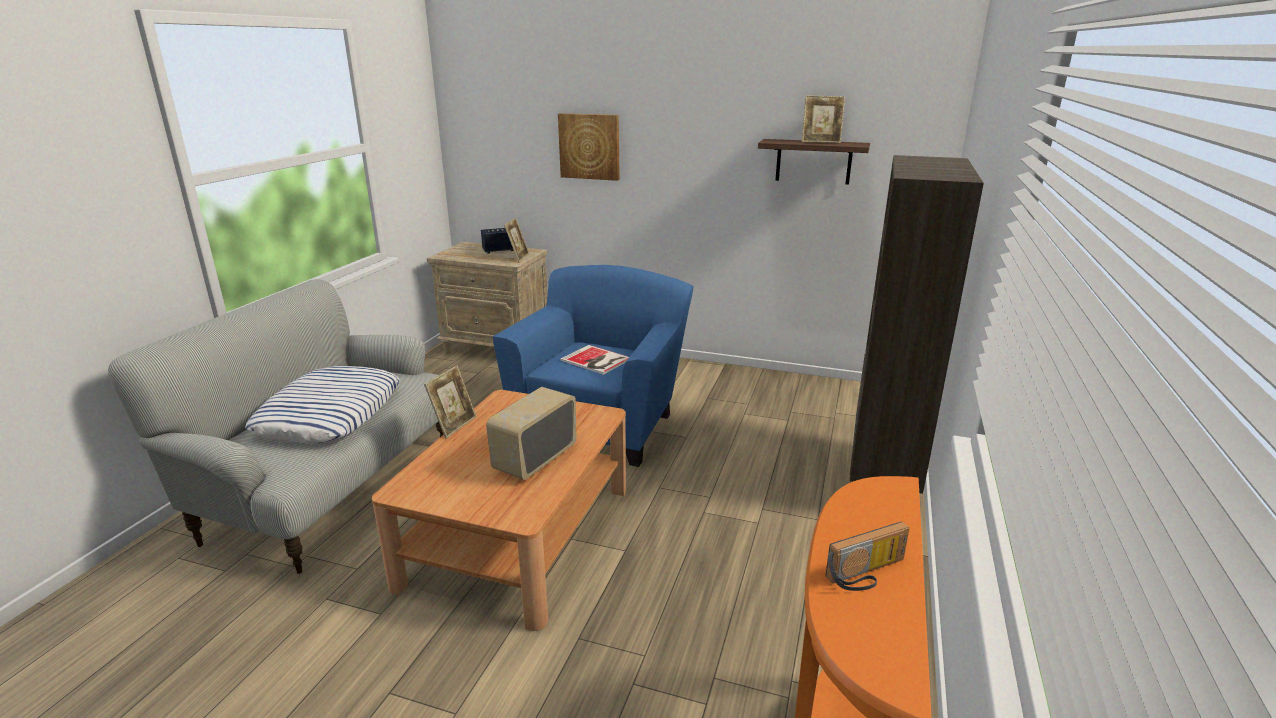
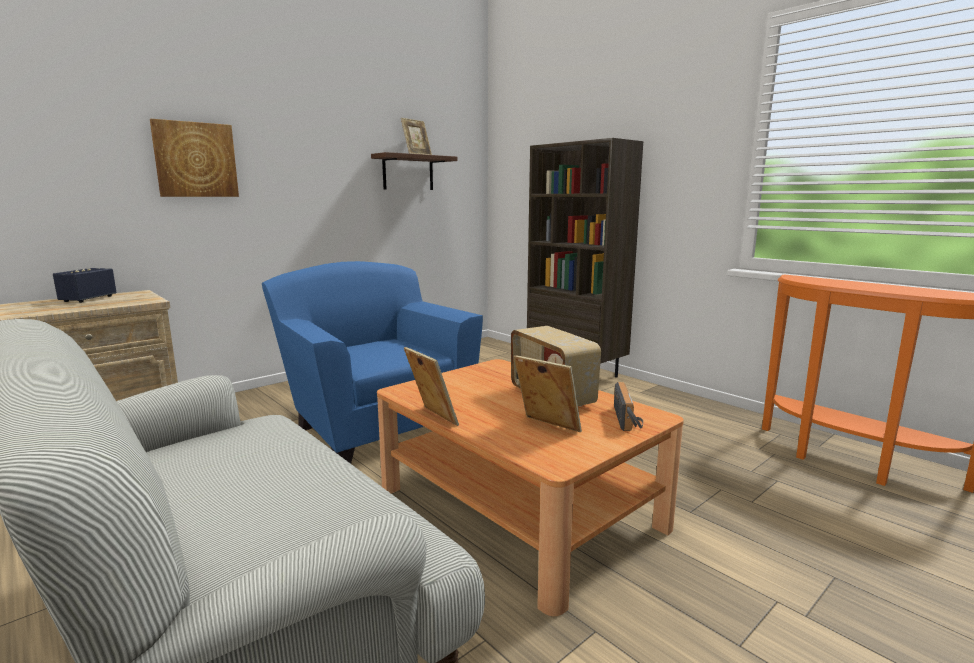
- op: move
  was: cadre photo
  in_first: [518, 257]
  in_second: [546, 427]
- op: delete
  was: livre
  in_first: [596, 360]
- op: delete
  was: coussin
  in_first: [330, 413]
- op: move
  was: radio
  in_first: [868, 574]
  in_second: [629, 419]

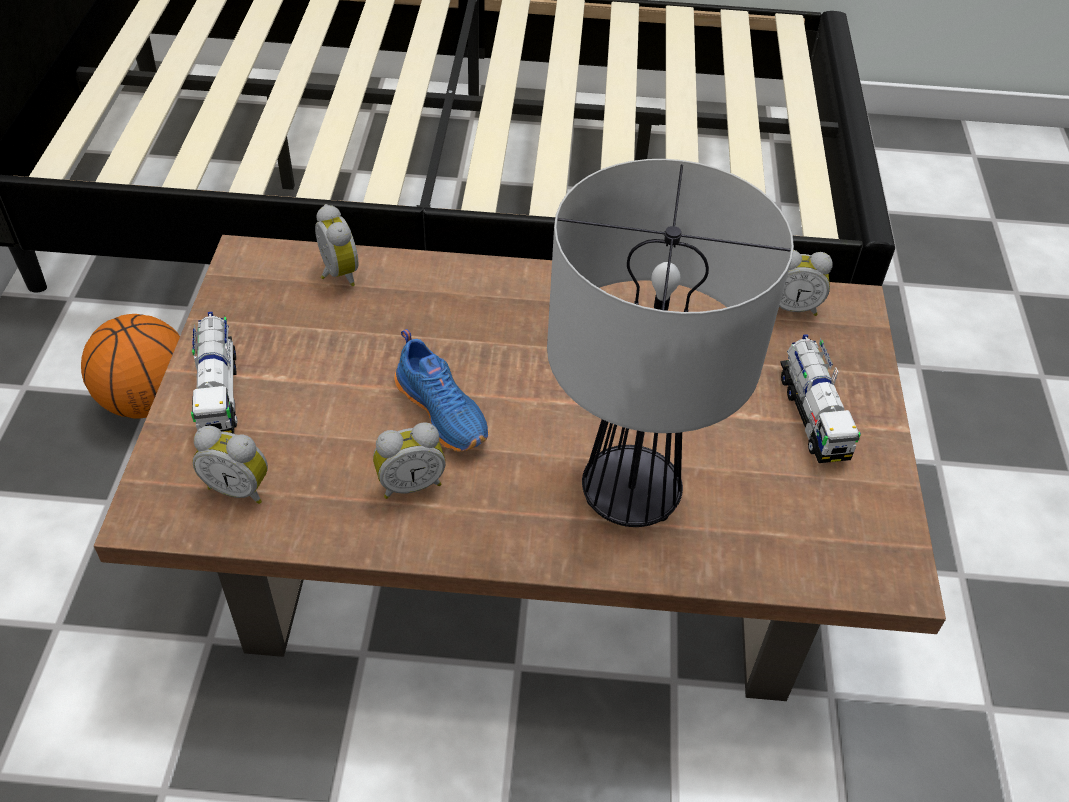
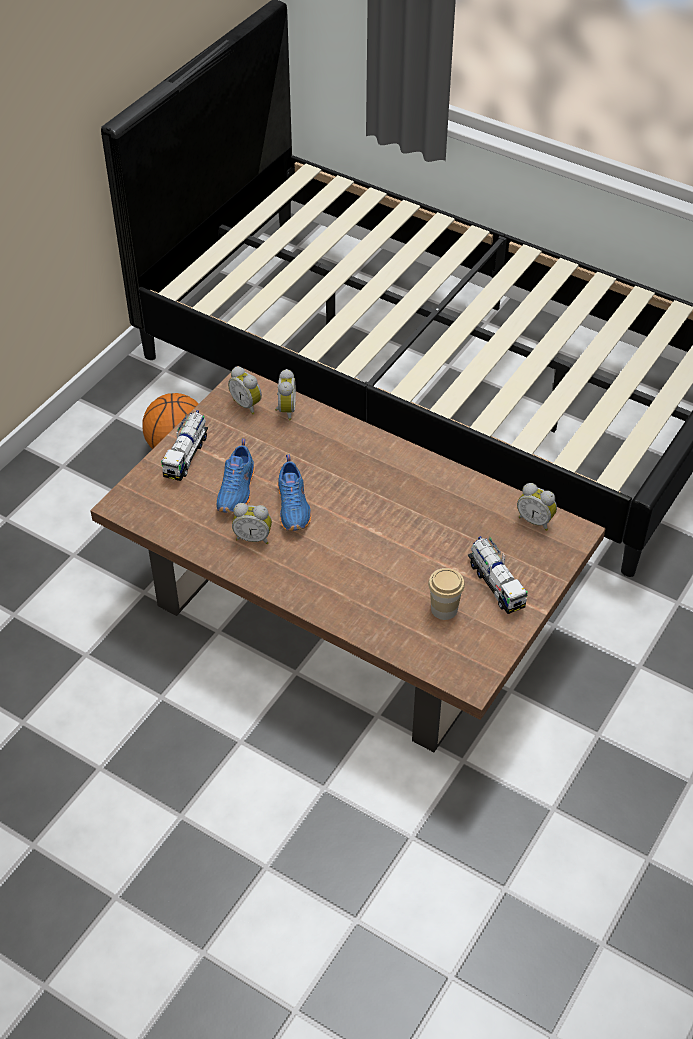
- op: delete
  was: lampe de table
  in_first: [629, 496]
- op: rotate
  was: camion jouet
  in_first: [812, 415]
  in_second: [496, 584]
  clockwise: -45
- op: move
  was: réveil
  in_first: [239, 487]
  in_second: [247, 404]
- op: insert
  now: chaussure [bleu]
  in_second: [237, 490]
- op: insert
  now: tasse
  in_second: [444, 609]

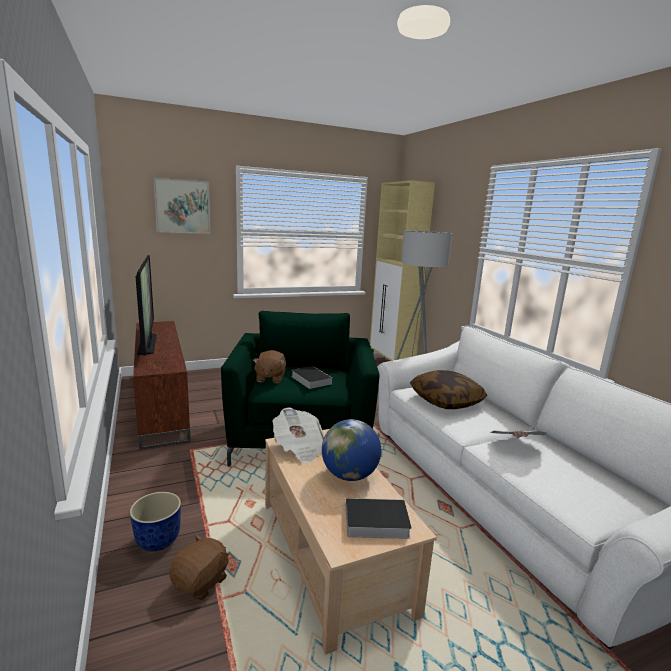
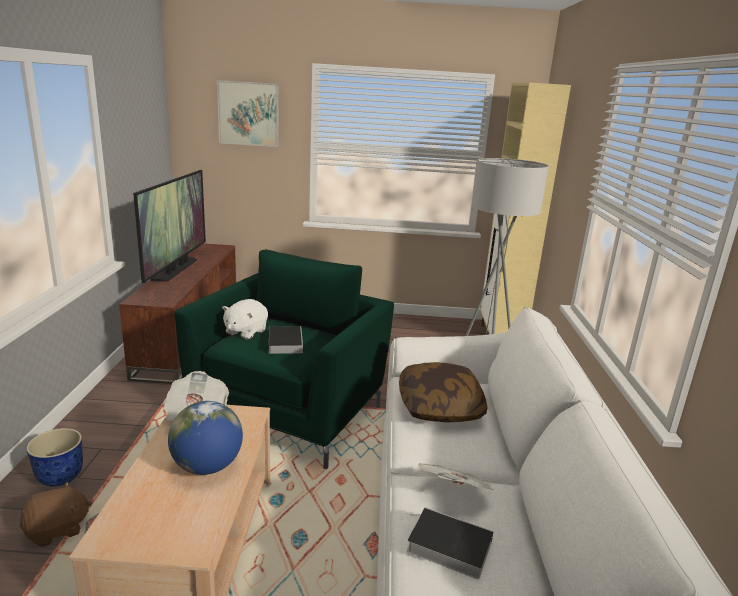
- op: recolor
  was: peluche [marron]
  now: peluche [blanc]
  in_first: [270, 378]
  in_second: [245, 332]
- op: move
  was: livre
  in_first: [374, 522]
  in_second: [446, 546]

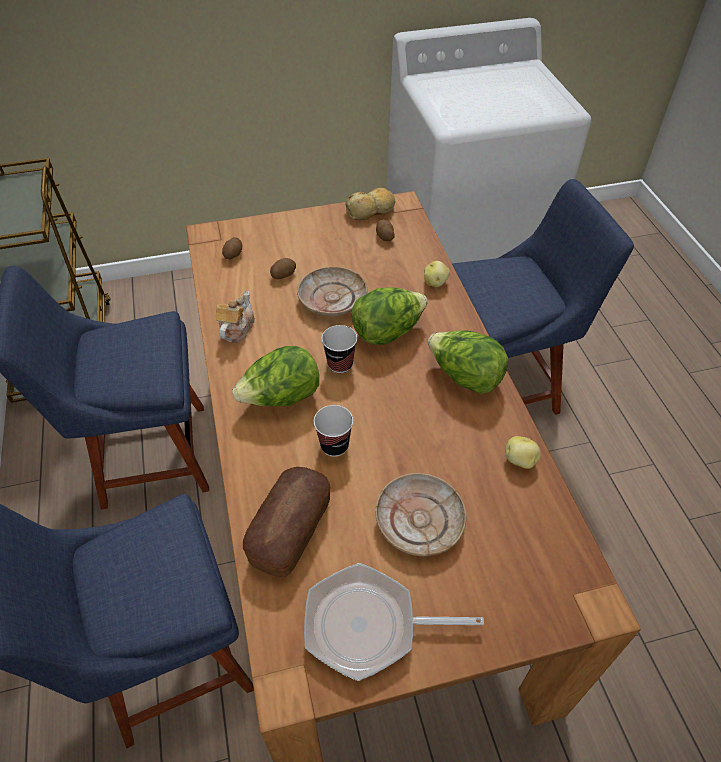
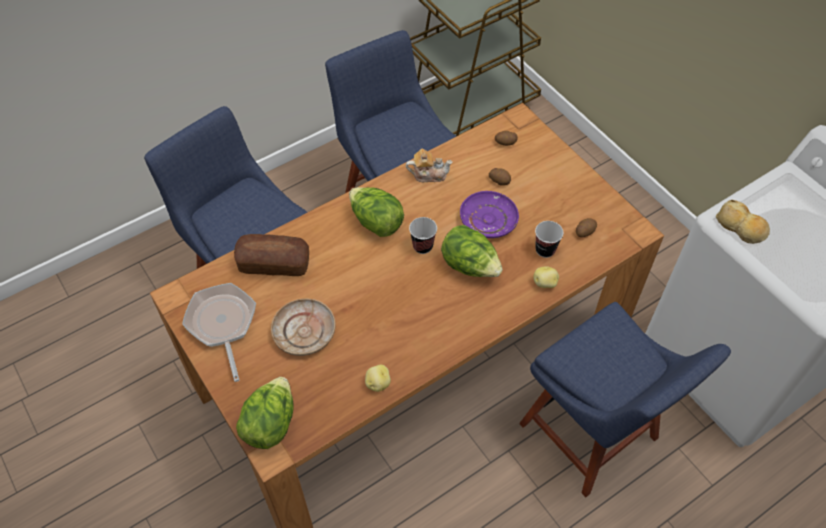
- op: move
  was: pain
  in_first: [371, 210]
  in_second: [741, 228]
- op: recolor
  was: assiette [beige]
  now: assiette [violet]
  in_first: [332, 299]
  in_second: [488, 220]
- op: move
  was: laitue
  in_first: [464, 377]
  in_second: [270, 424]
- op: move
  was: tasse
  in_first: [334, 445]
  in_second: [545, 250]

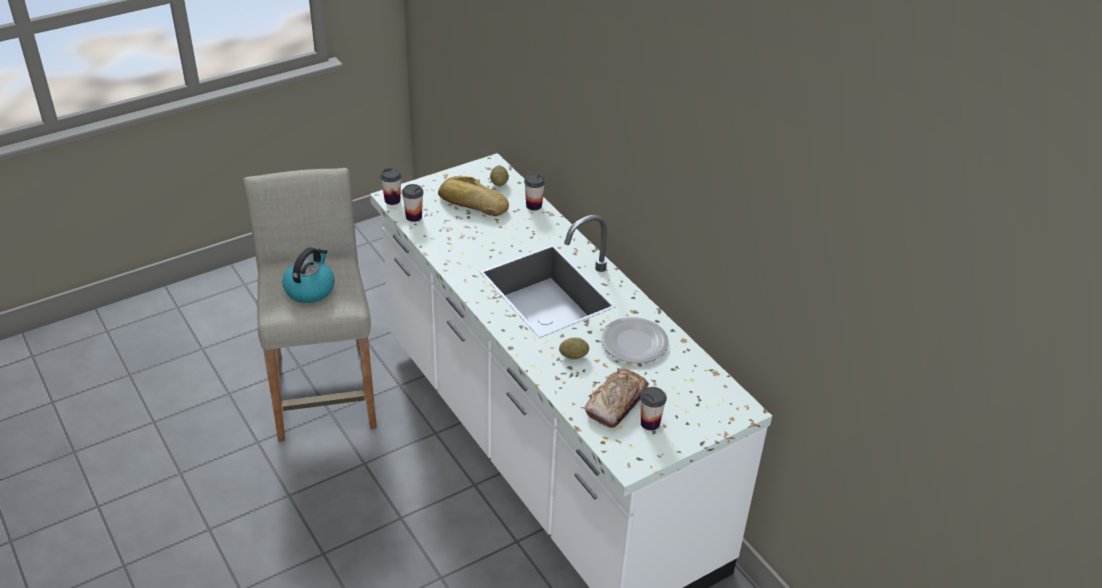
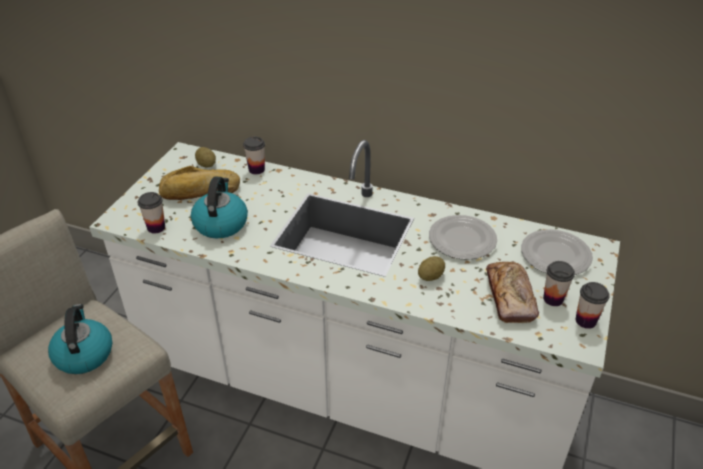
- op: move
  was: tasse
  in_first: [392, 200]
  in_second: [585, 321]
- op: insert
  now: bouilloire
  in_second: [220, 223]
- op: insert
  now: assiette
  in_second: [556, 255]

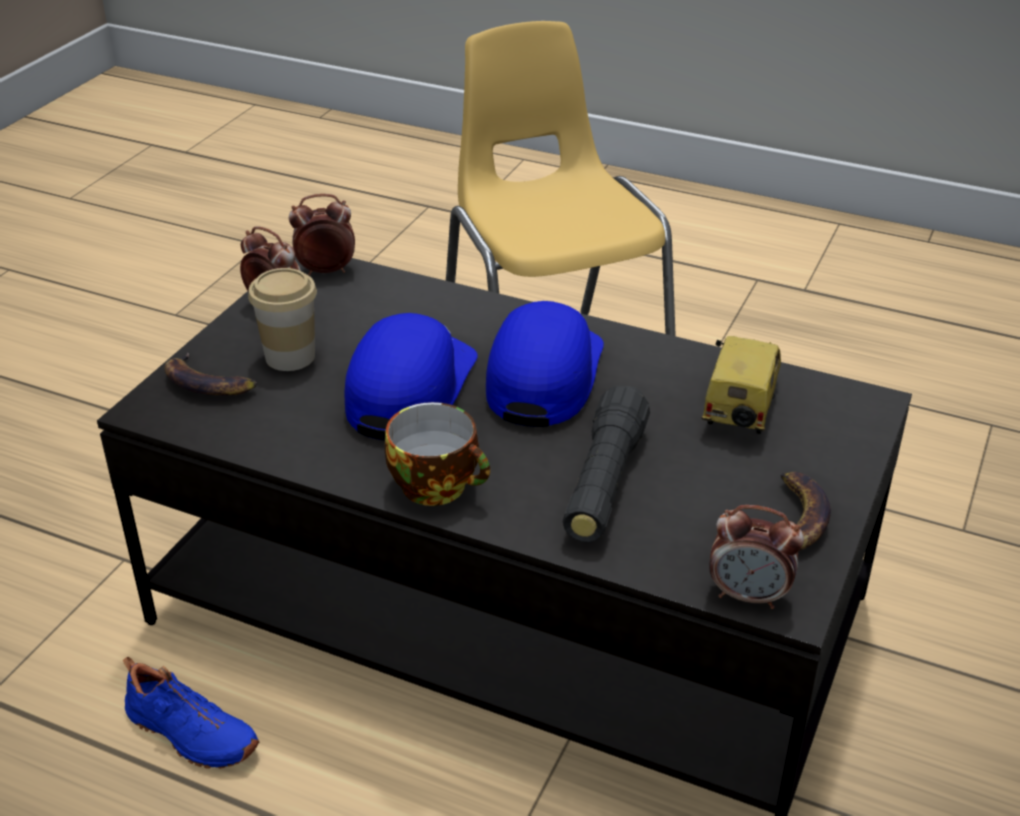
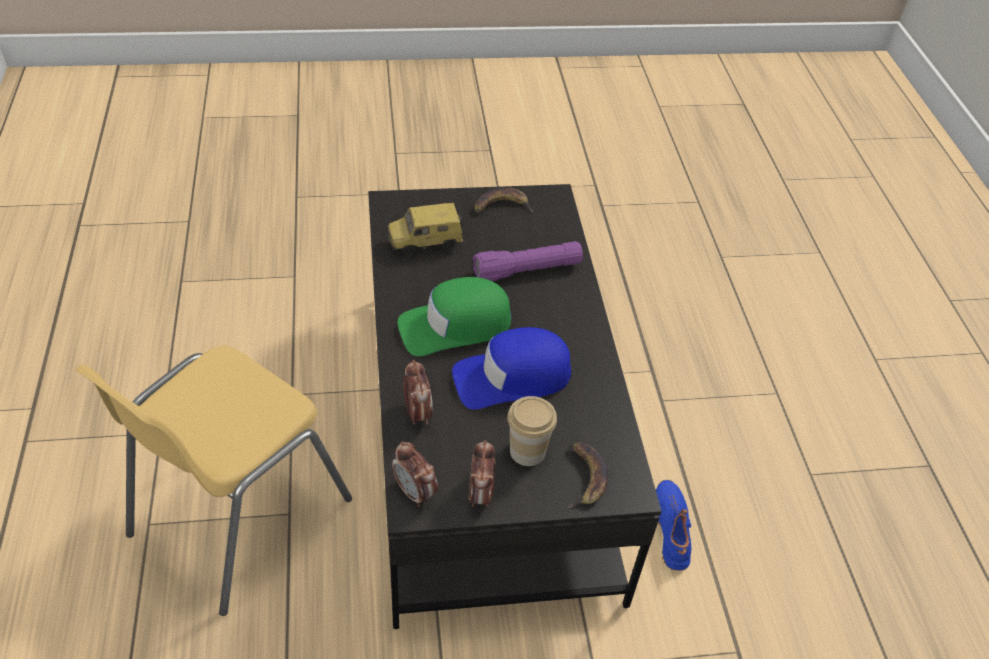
- op: recolor
  was: casquette [bleu]
  now: casquette [vert]
  in_first: [543, 375]
  in_second: [455, 325]
- op: recolor
  was: lampe de poche [noir]
  now: lampe de poche [violet]
  in_first: [604, 483]
  in_second: [527, 271]
- op: delete
  was: tasse
  in_first: [439, 485]
- op: move
  was: réveil
  in_first: [749, 595]
  in_second: [417, 413]

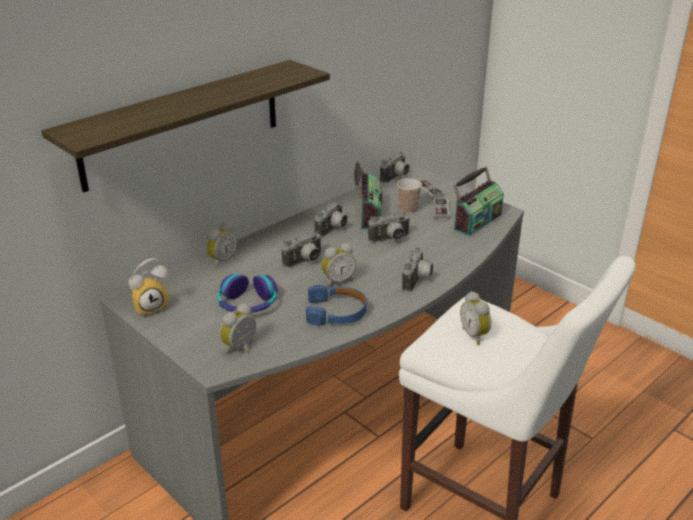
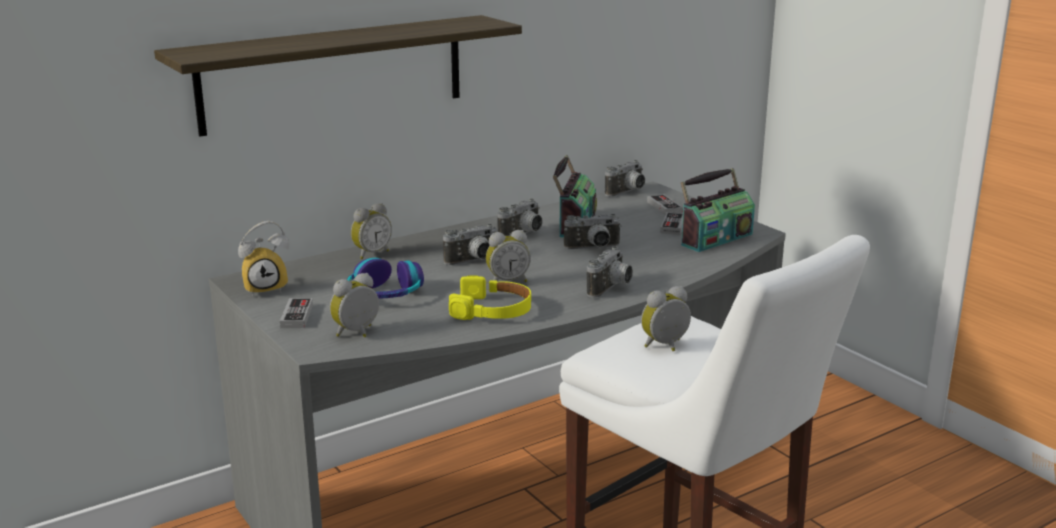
- op: delete
  was: tasse
  in_first: [408, 209]
- op: recolor
  was: casque audio [bleu]
  now: casque audio [jaune]
  in_first: [336, 312]
  in_second: [492, 310]
- op: rotate
  was: réveil
  in_first: [475, 335]
  in_second: [666, 346]
  clockwise: 75
- op: insert
  now: manette
  in_second: [297, 316]

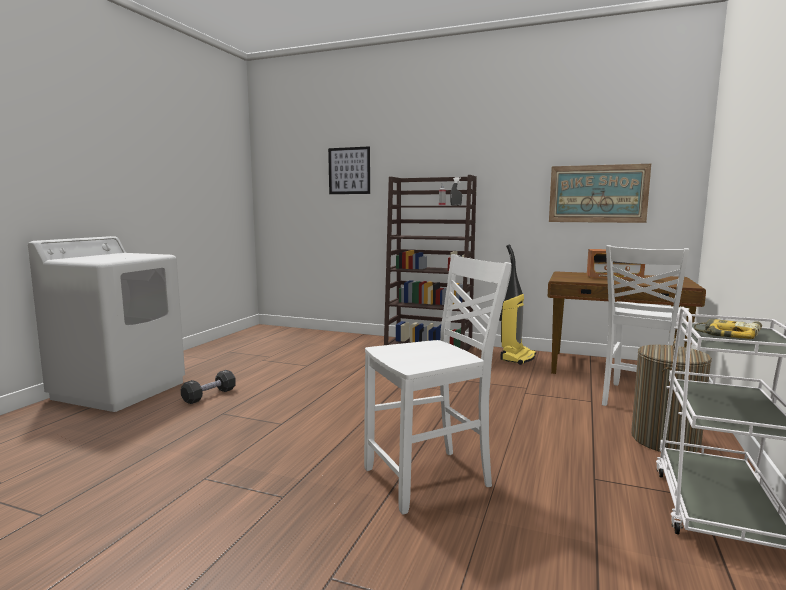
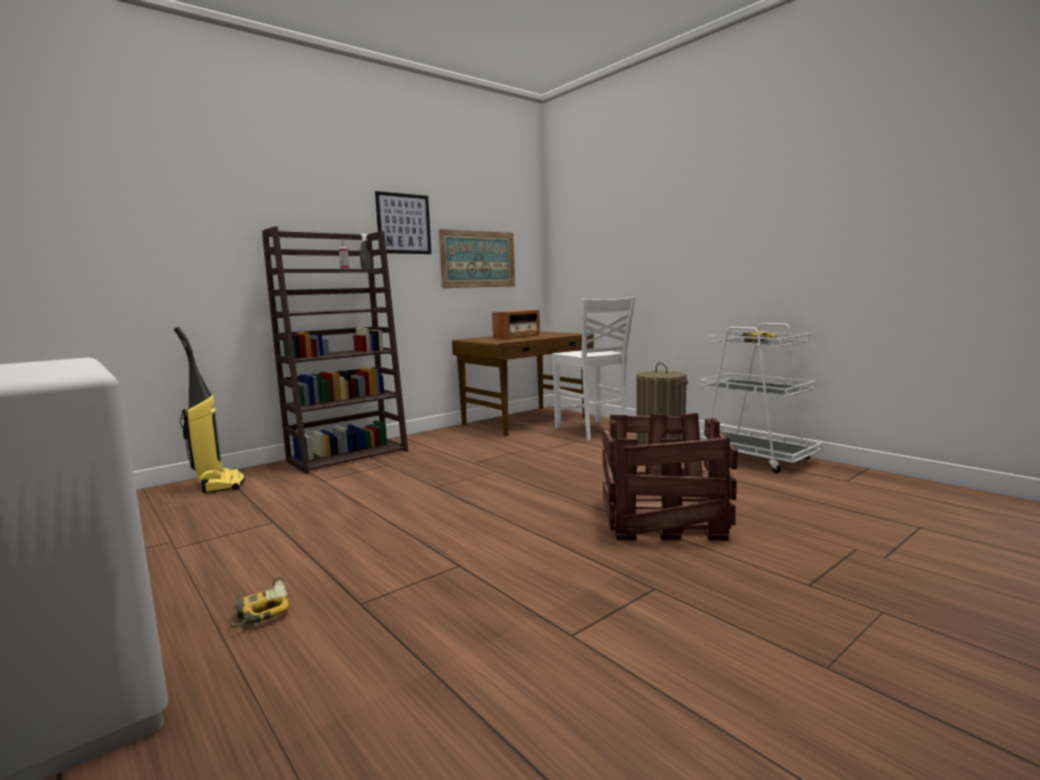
- op: move
  was: tableau
  in_first: [349, 171]
  in_second: [403, 224]
- op: move
  was: aspirateur
  in_first: [517, 357]
  in_second: [220, 484]
- op: replace
  was: chaise [blanc]
  now: caisse
  in_first: [430, 478]
  in_second: [664, 517]
- op: replace
  was: haltère [noir]
  now: perceuse
  in_first: [209, 395]
  in_second: [261, 609]

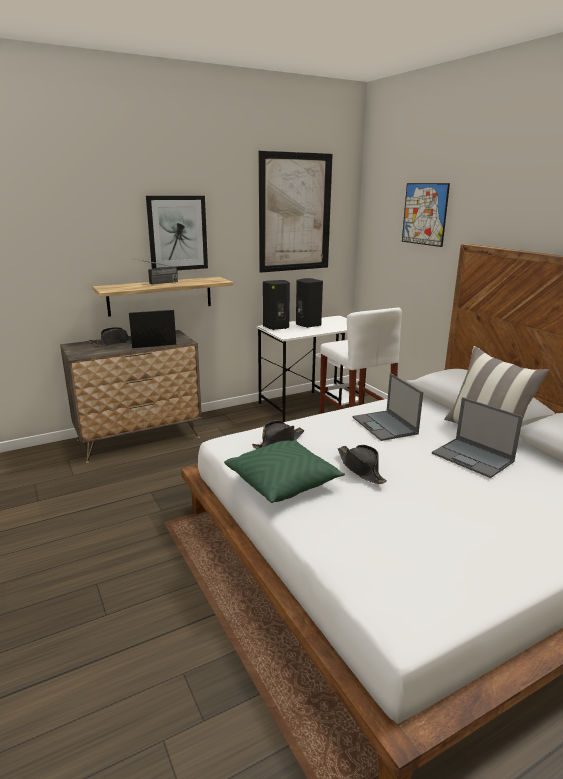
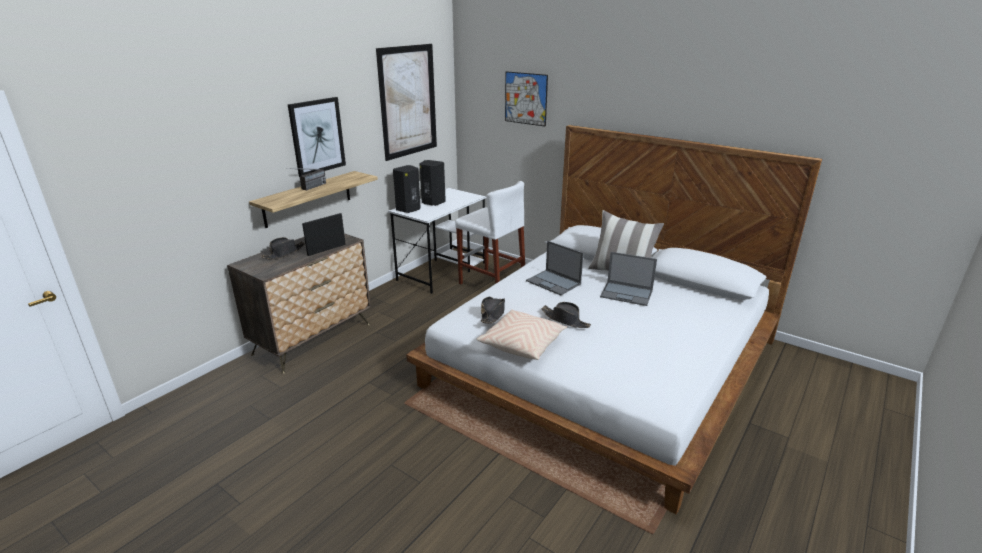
- op: recolor
  was: coussin [vert]
  now: coussin [beige]
  in_first: [283, 482]
  in_second: [522, 344]

